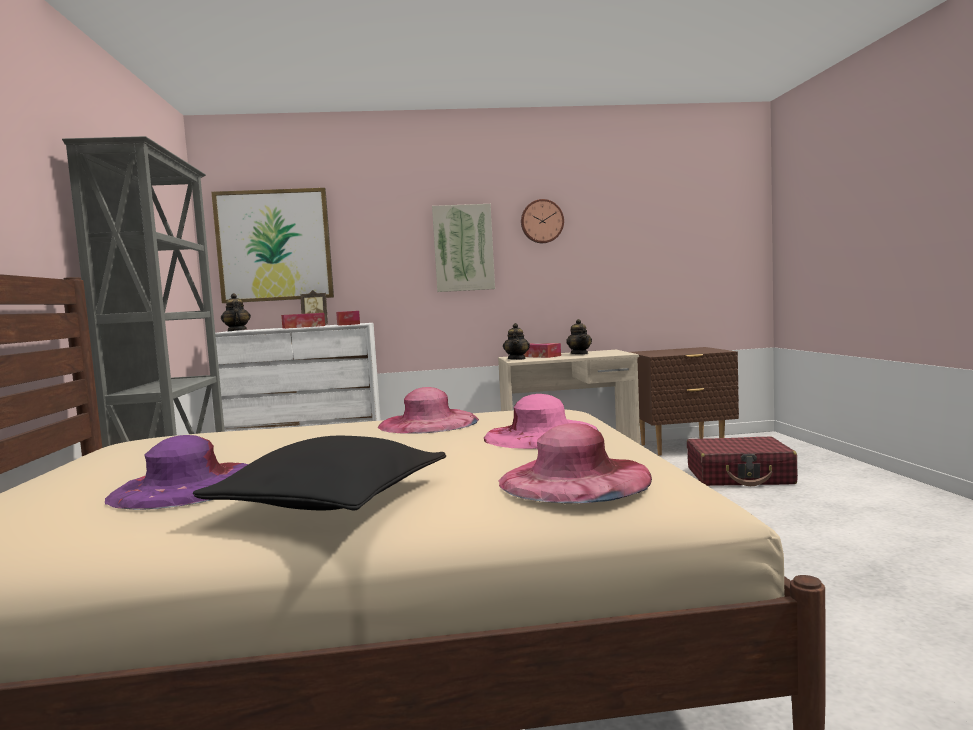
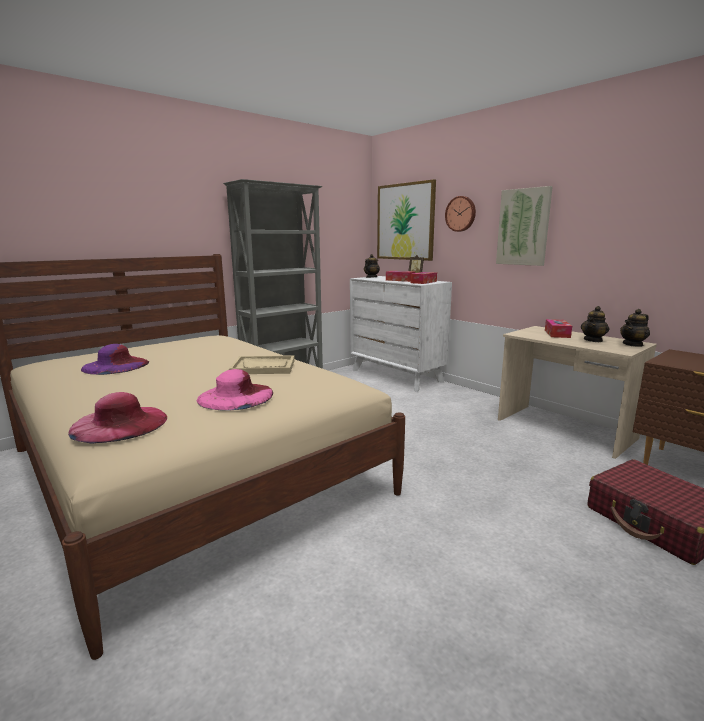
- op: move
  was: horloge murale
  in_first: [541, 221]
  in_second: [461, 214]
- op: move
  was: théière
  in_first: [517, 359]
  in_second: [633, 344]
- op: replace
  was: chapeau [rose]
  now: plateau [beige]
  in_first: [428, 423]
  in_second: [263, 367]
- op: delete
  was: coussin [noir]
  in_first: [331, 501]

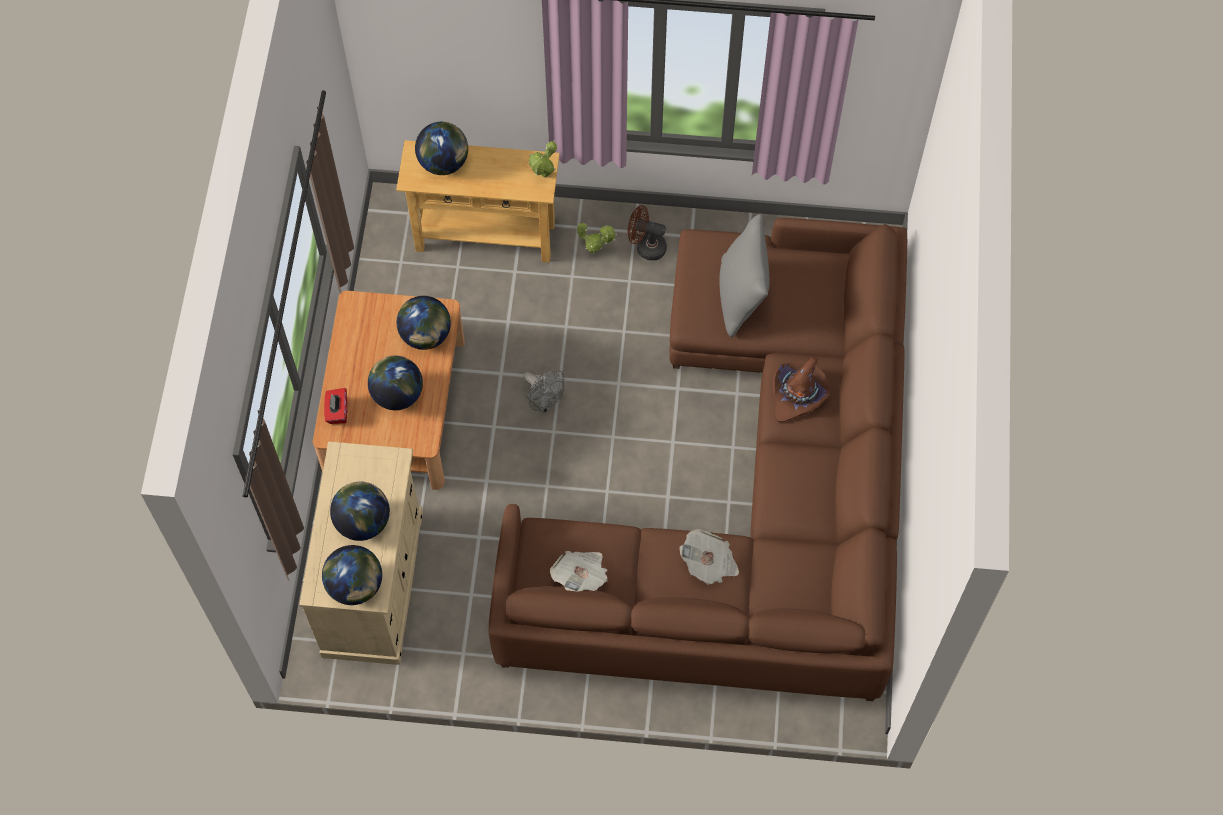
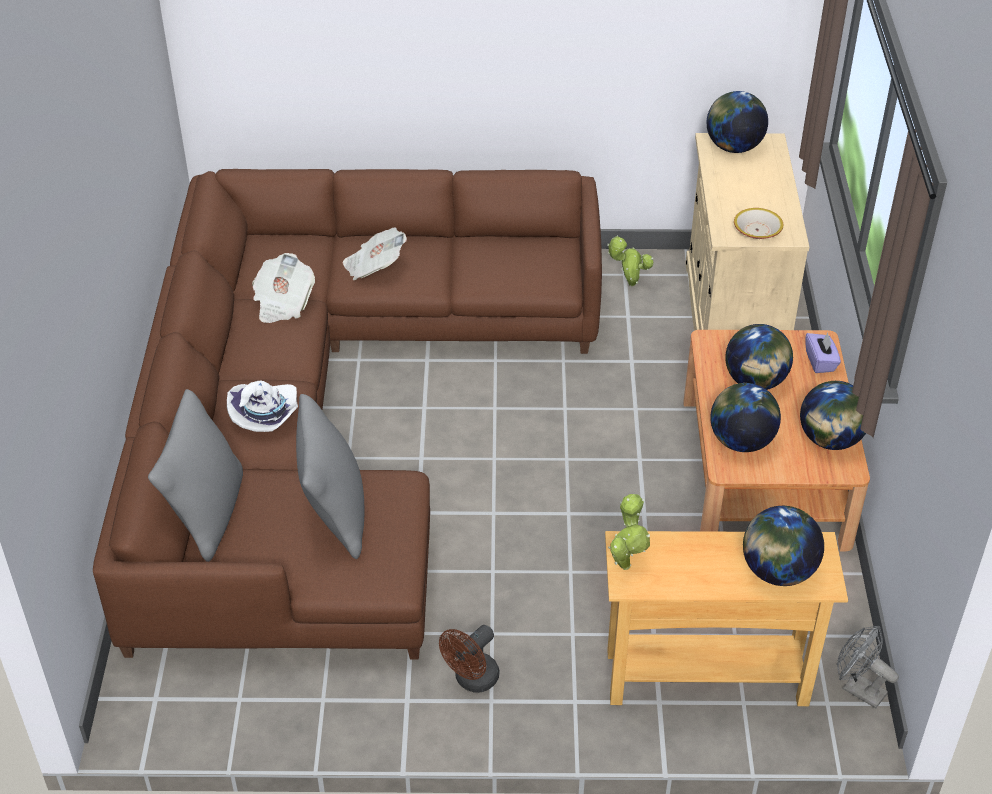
- op: rotate
  was: ventilateur [marron]
  in_first: [646, 247]
  in_second: [472, 680]
  clockwise: 120
- op: move
  was: plante en pot
  in_first: [595, 251]
  in_second: [629, 283]
- op: recolor
  was: chapeau [marron]
  now: chapeau [blanc]
  in_first: [798, 394]
  in_second: [266, 414]
- op: move
  was: ventilateur [gris]
  in_first: [544, 403]
  in_second: [858, 689]
- op: recolor
  was: boîte à mouchoirs [rouge]
  now: boîte à mouchoirs [violet]
  in_first: [337, 411]
  in_second: [820, 362]
- op: move
  was: globe
  in_first: [363, 522]
  in_second: [830, 440]
- op: move
  was: journal
  in_first: [581, 576]
  in_second: [283, 303]
- op: insert
  now: bol
  in_second: [757, 230]
- op: insert
  now: coussin [gris]
  in_second: [206, 514]

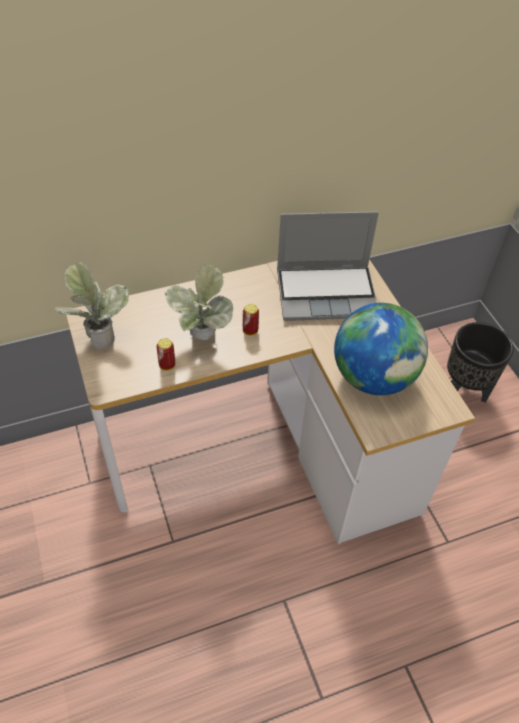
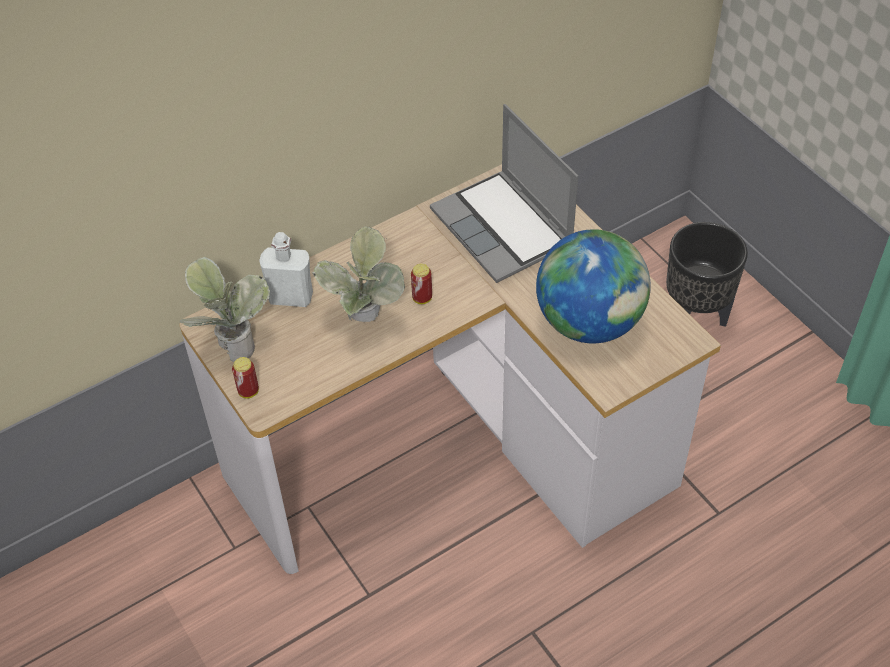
- op: rotate
  was: ordinateur portable
  in_first: [327, 293]
  in_second: [504, 229]
  clockwise: 75
- op: move
  was: boîte métallique
  in_first: [167, 366]
  in_second: [248, 391]
- op: insert
  now: bouteille [blanc]
  in_second: [291, 297]

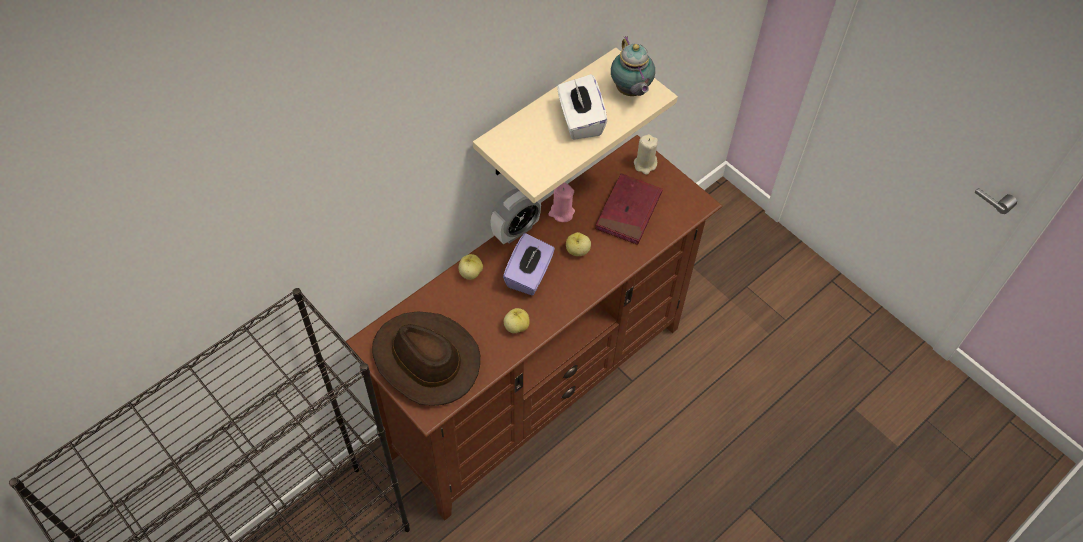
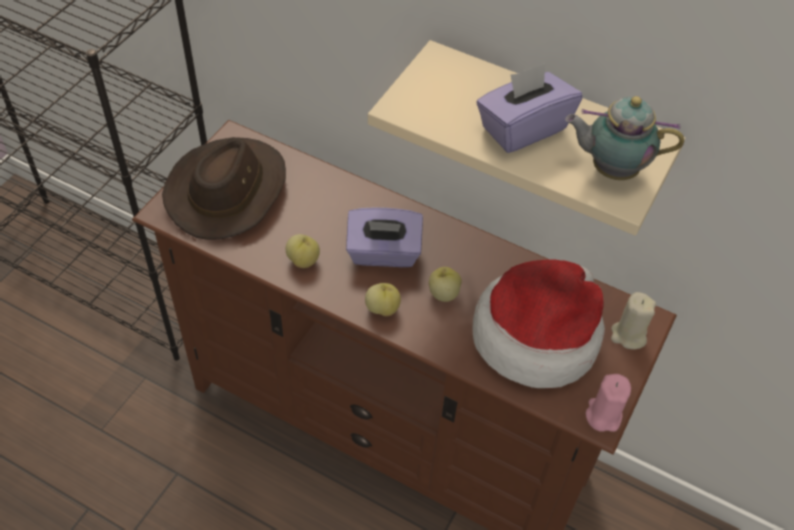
- op: rotate
  was: théière
  in_first: [630, 91]
  in_second: [610, 169]
  clockwise: 45
- op: recolor
  was: boîte à mouchoirs [blanc]
  now: boîte à mouchoirs [violet]
  in_first: [580, 120]
  in_second: [523, 128]
- op: replace
  was: livre [rouge]
  now: chapeau
  in_first: [628, 211]
  in_second: [537, 335]
- op: move
  was: bougie [rose]
  in_first: [561, 213]
  in_second: [603, 415]
- op: delete
  was: réveil
  in_first: [515, 231]
- op: move
  was: pomme
  in_first: [470, 273]
  in_second: [382, 308]

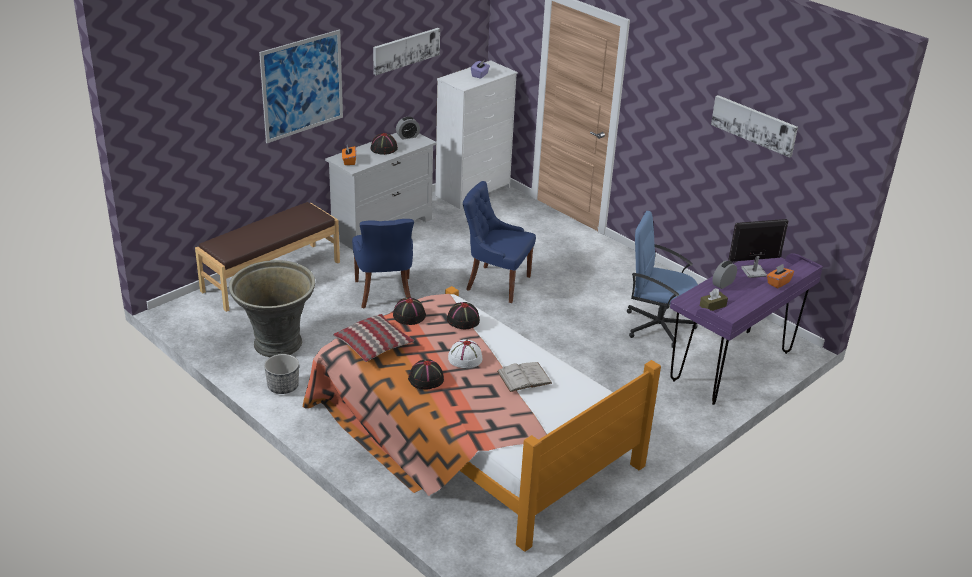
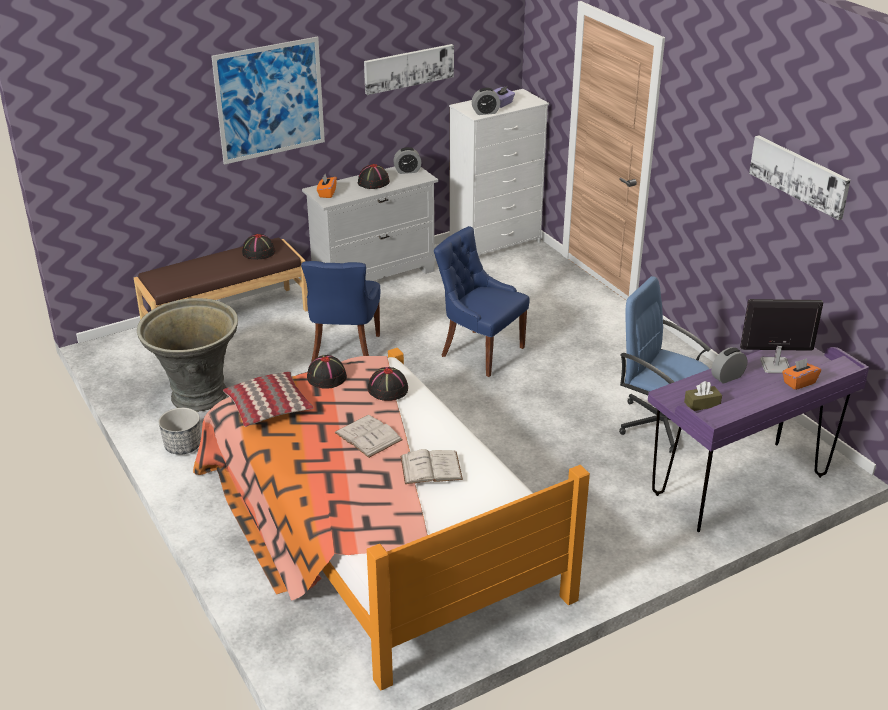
- op: replace
  was: chapeau [blanc]
  now: livre [blanc]
  in_first: [464, 358]
  in_second: [368, 436]
- op: move
  was: chapeau [noir]
  in_first: [425, 379]
  in_second: [258, 252]
- op: insert
  now: réveil
  in_second: [485, 112]

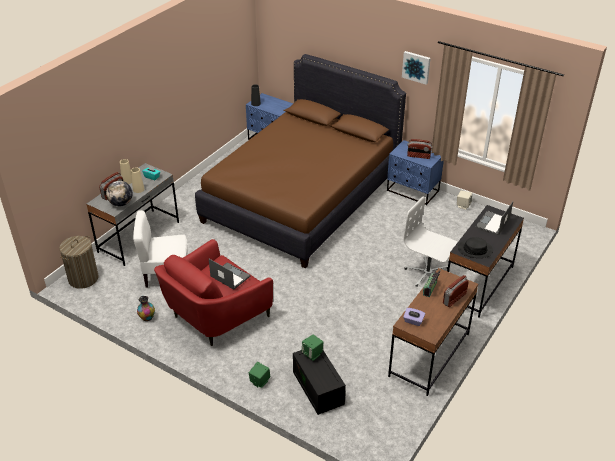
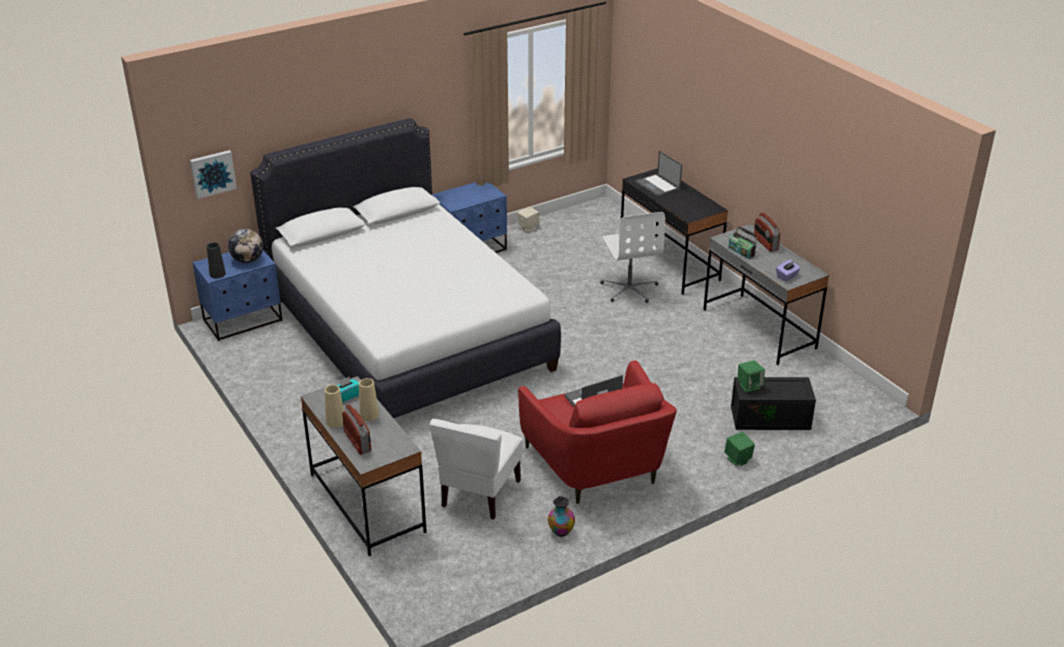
- op: move
  was: tableau
  in_first: [416, 67]
  in_second: [212, 173]
- op: recolor
  was: lit [marron]
  now: lit [blanc]
  in_first: [301, 198]
  in_second: [408, 333]
- op: delete
  was: radio
  in_first: [418, 156]
- op: move
  was: globe
  in_first: [121, 203]
  in_second: [248, 260]
- op: rotate
  was: chaise de bureau [blanc]
  in_first: [427, 274]
  in_second: [629, 289]
  clockwise: -75
- op: delete
  was: panier à linge
  in_first: [83, 278]
- op: delete
  was: chapeau [noir]
  in_first: [475, 249]
- op: recolor
  was: bureau [marron]
  now: bureau [gris]
  in_first: [429, 355]
  in_second: [759, 329]

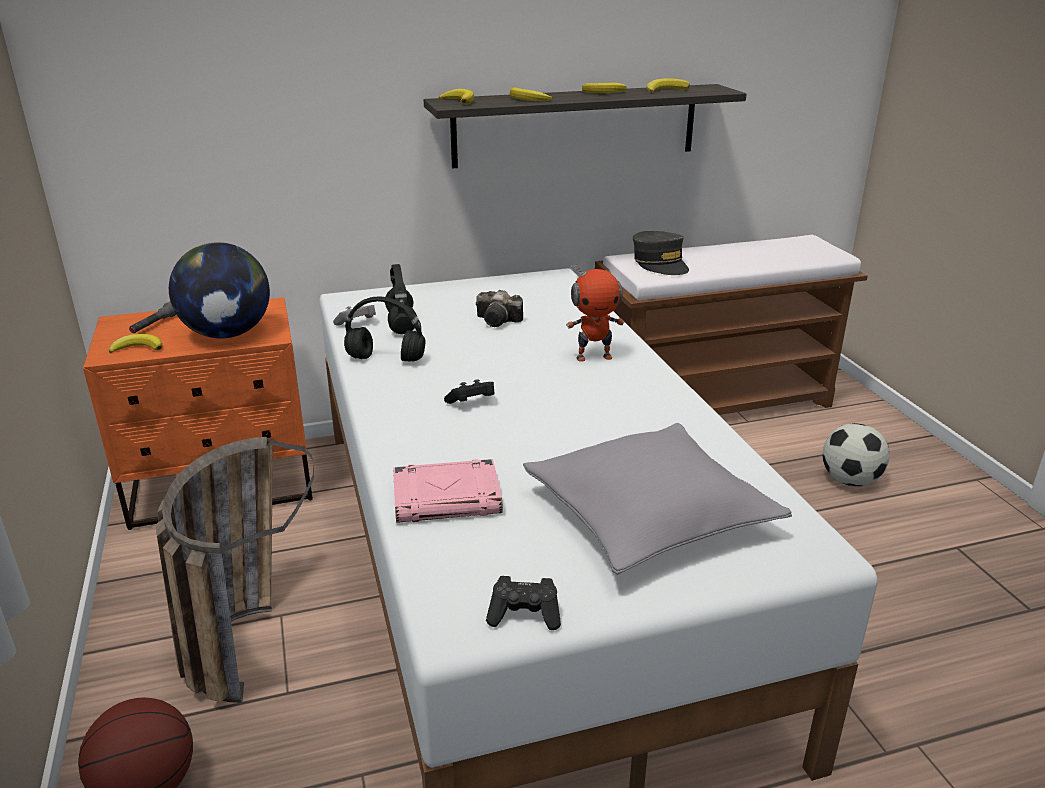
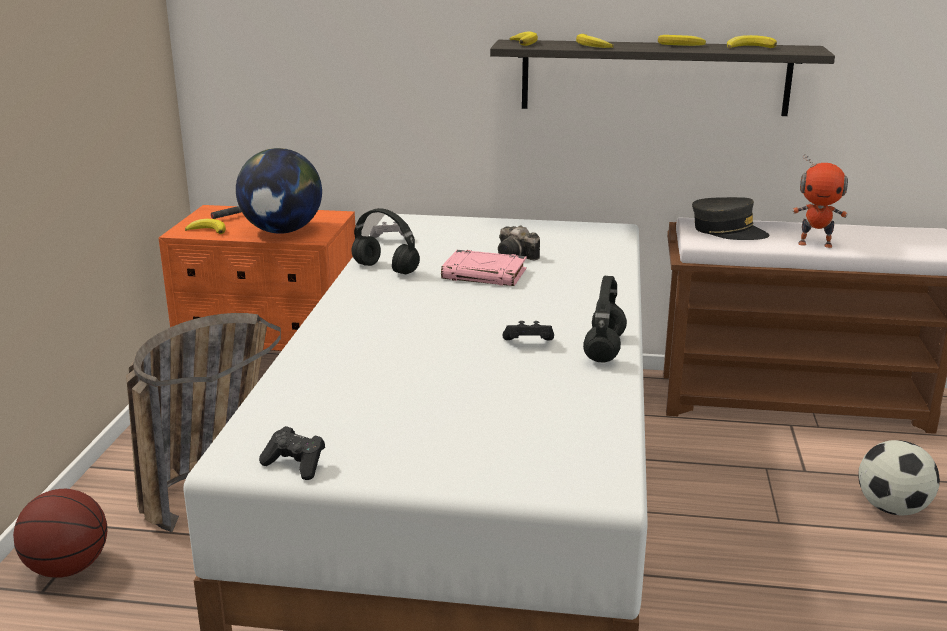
- op: rotate
  was: casquette [gris]
  in_first: [660, 264]
  in_second: [728, 231]
  clockwise: -60
- op: move
  was: robot jouet
  in_first: [594, 357]
  in_second: [815, 244]
- op: move
  was: casque audio [noir]
  in_first: [402, 324]
  in_second: [605, 350]
- op: move
  was: manette [noir]
  in_first: [472, 403]
  in_second: [528, 344]
- op: delete
  was: coussin [gris]
  in_first: [649, 514]
- op: move
  was: livre [rose]
  in_first: [448, 498]
  in_second: [485, 274]

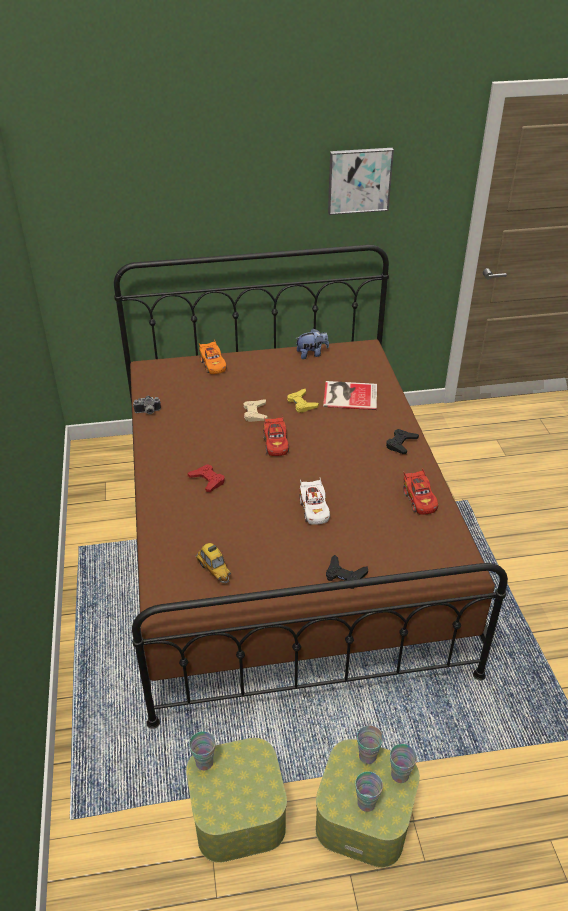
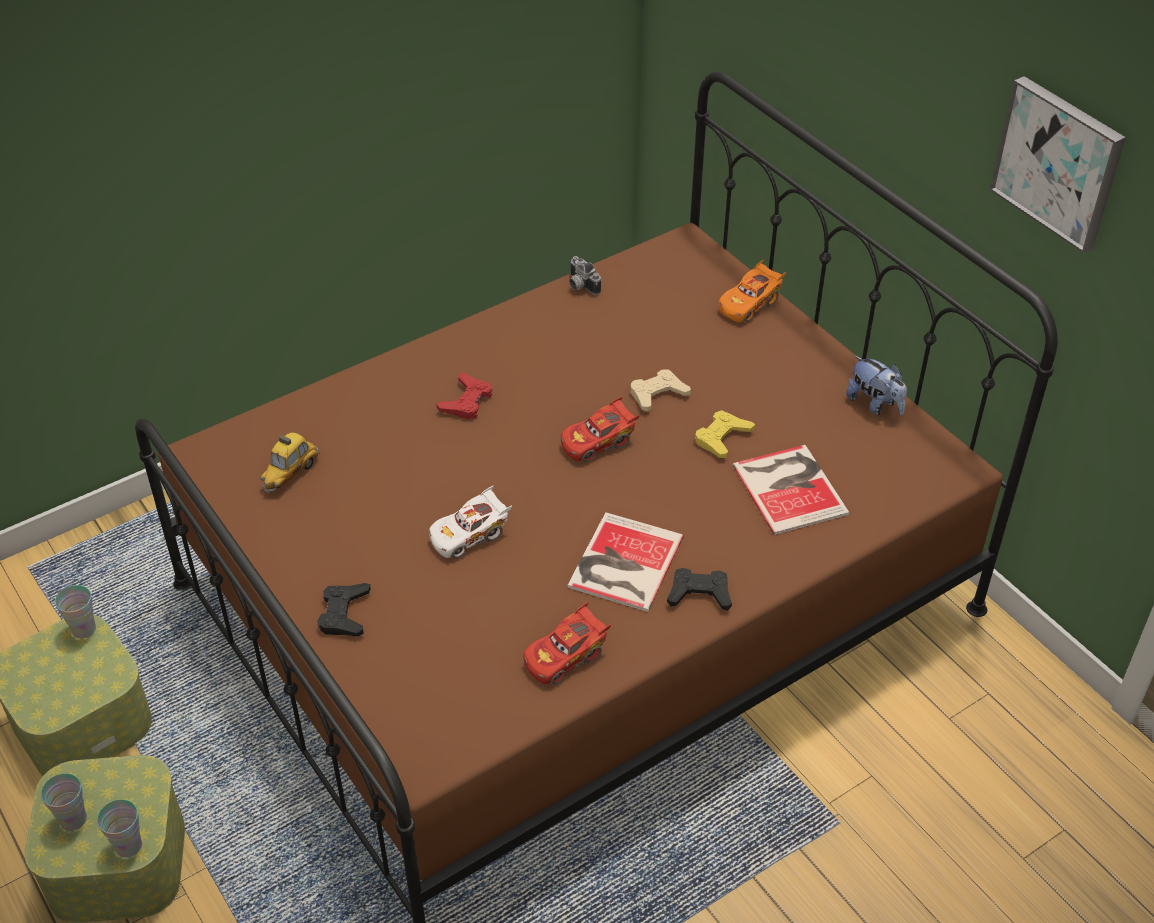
- op: delete
  was: tasse
  in_first: [367, 756]
- op: insert
  now: livre
  in_second: [622, 563]

